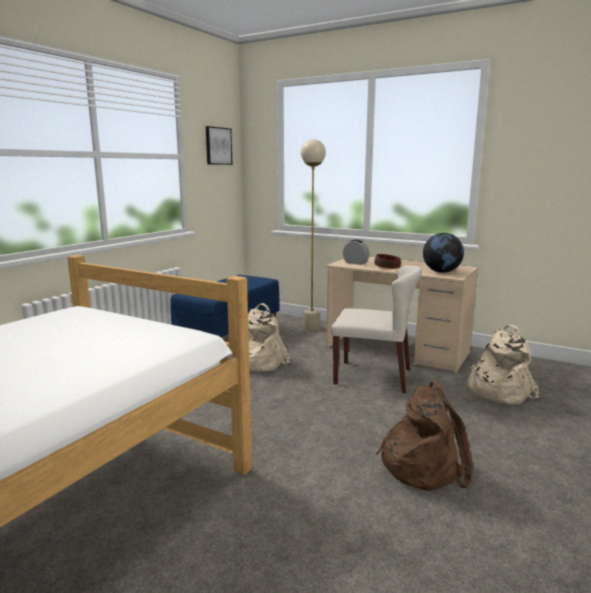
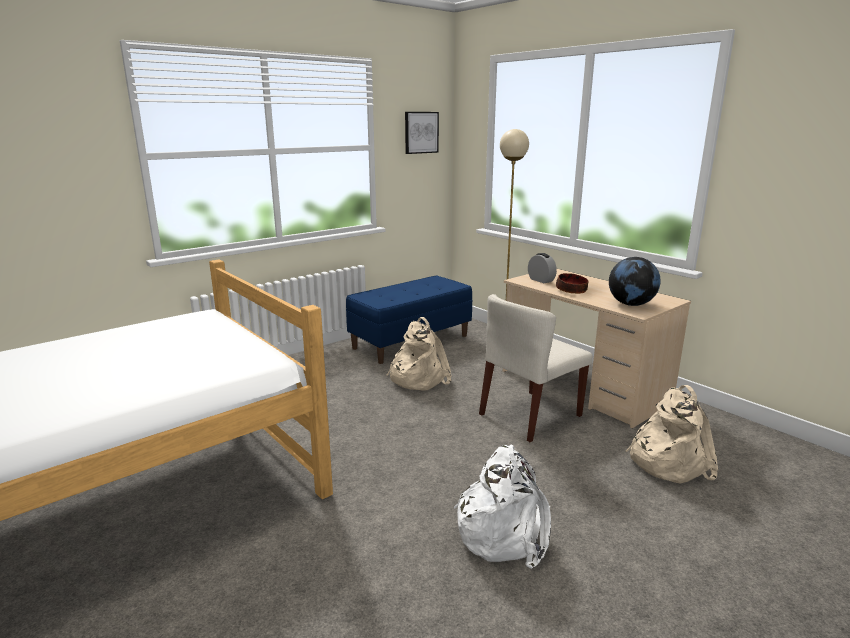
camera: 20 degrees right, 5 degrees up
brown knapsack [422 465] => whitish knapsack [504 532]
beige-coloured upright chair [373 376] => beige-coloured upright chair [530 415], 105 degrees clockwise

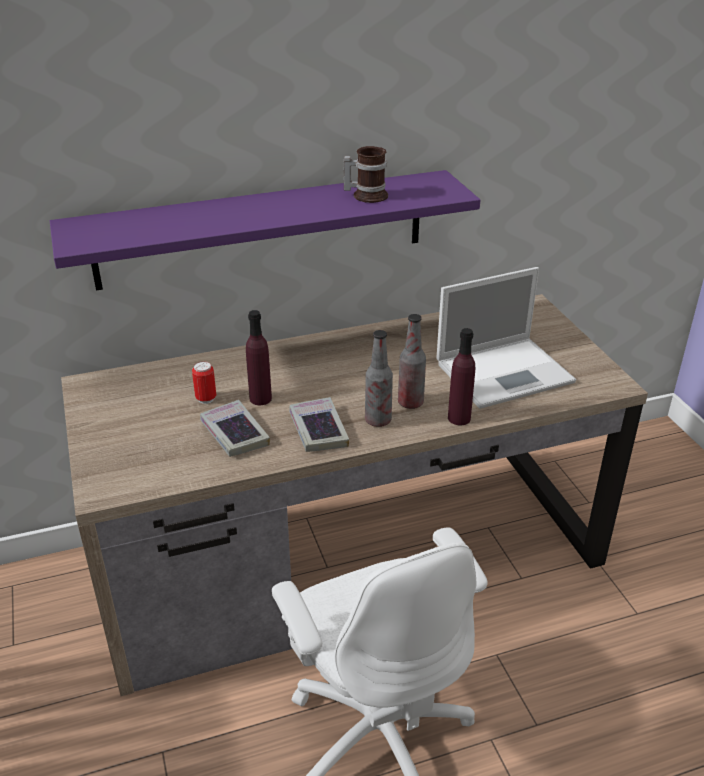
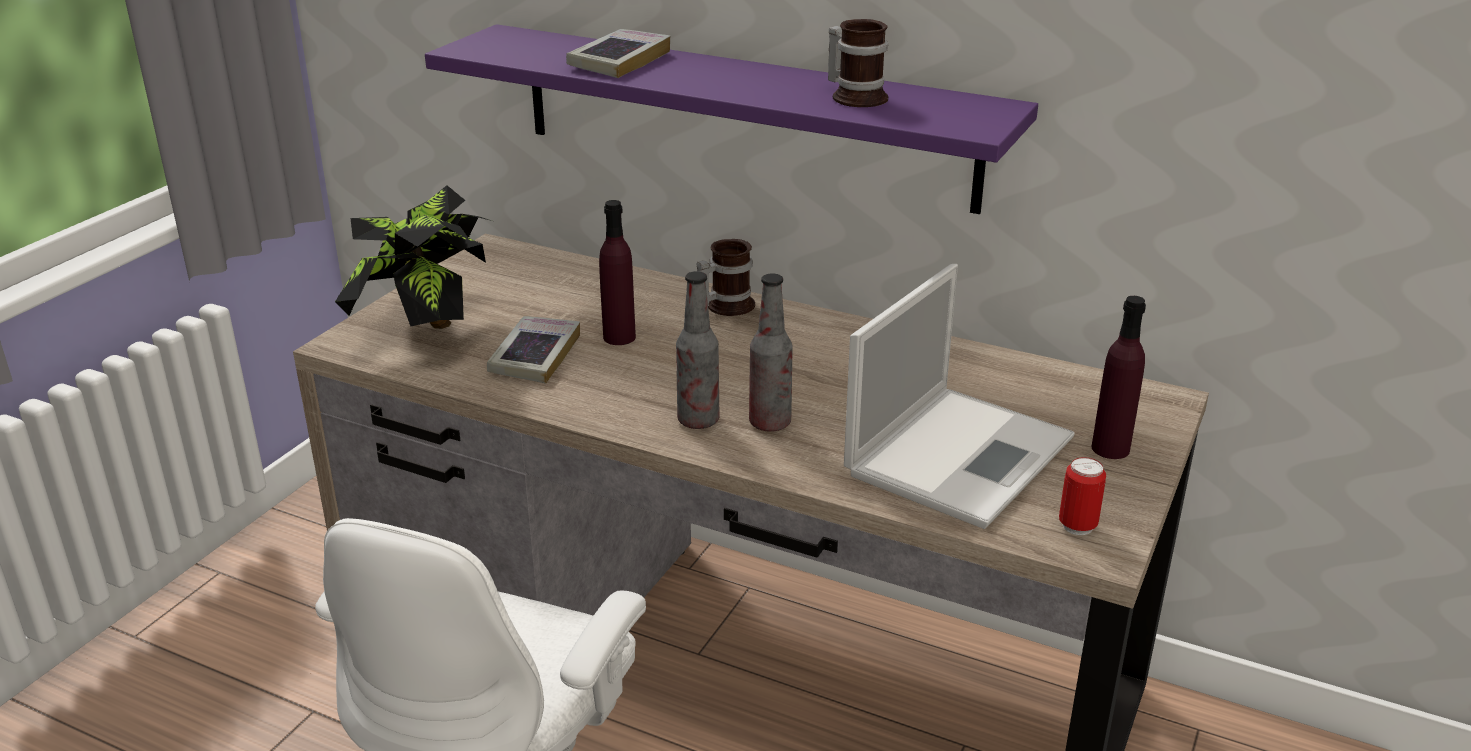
camera: 45 degrees right, 5 degrees down
nothing => potted plant [429 334]
book [318 430] => book [619 61], shifted
nothing => coffee mug [725 305]
laptop [506 372] => laptop [961 453], 75 degrees counterclockwise
sealed can [206 399] => sealed can [1077 526], shifted
purplish beverage bottle [459 418] => purplish beverage bottle [1110 448], shifted

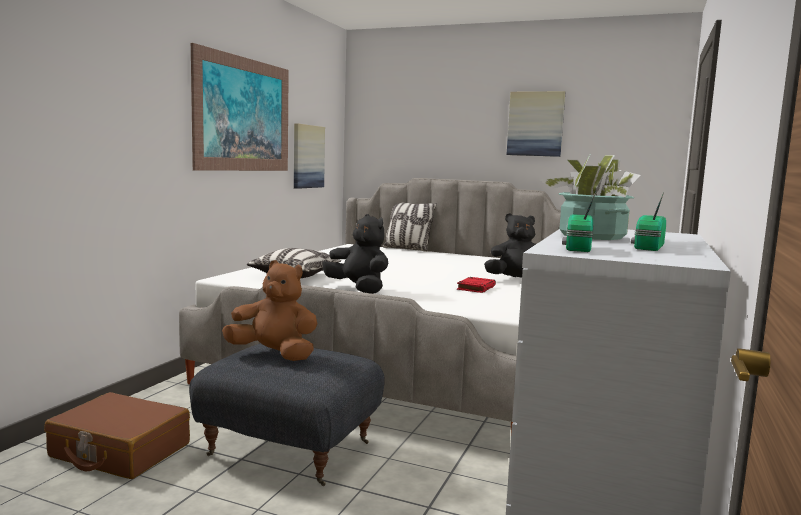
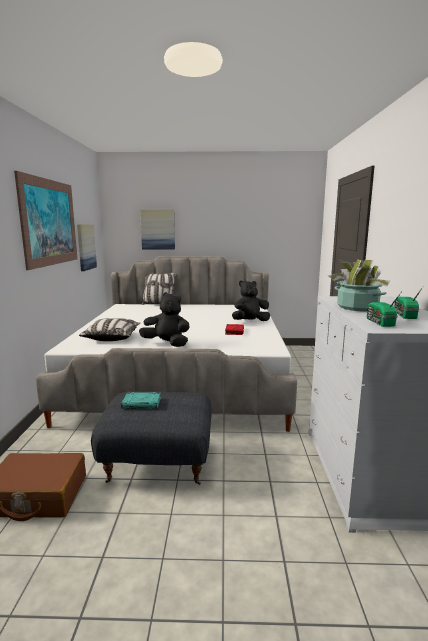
camera: 20 degrees left, 5 degrees up
brown cuddly toy [274 355] => turquoise-coloured book [142 403]
wall picture [535 124] => wall picture [158 229], shifted

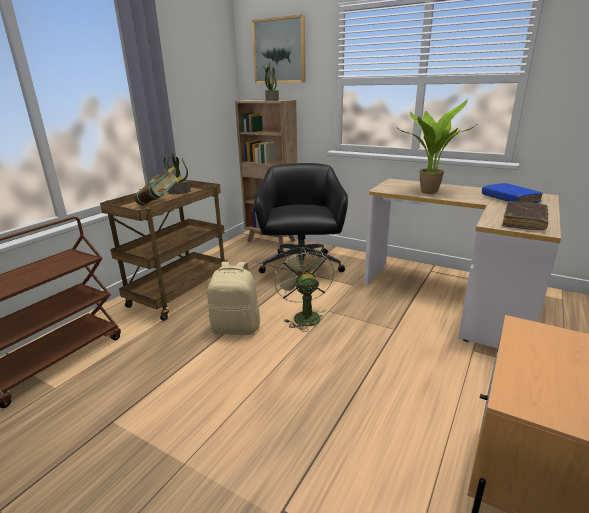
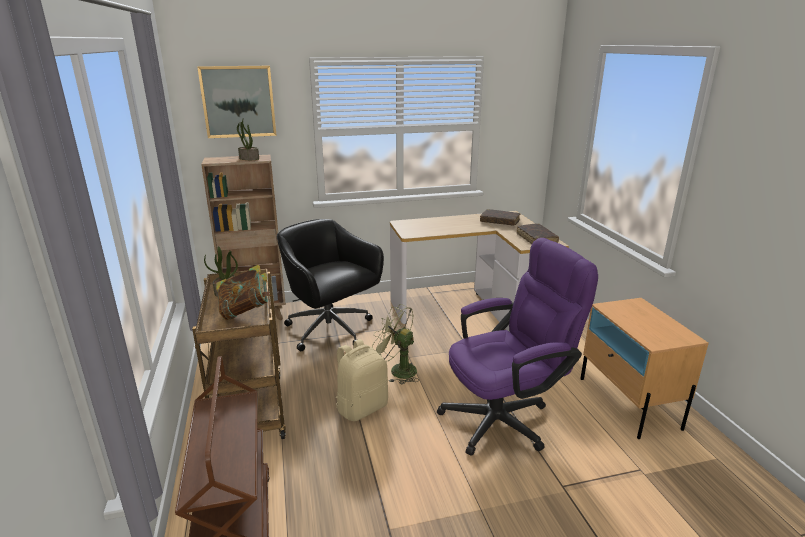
camera: 45 degrees left, 0 degrees up
nothing => purplish office chair [505 418]
bluish book [509 199] => brown book [499 221]
potted plant [428 191] => nothing

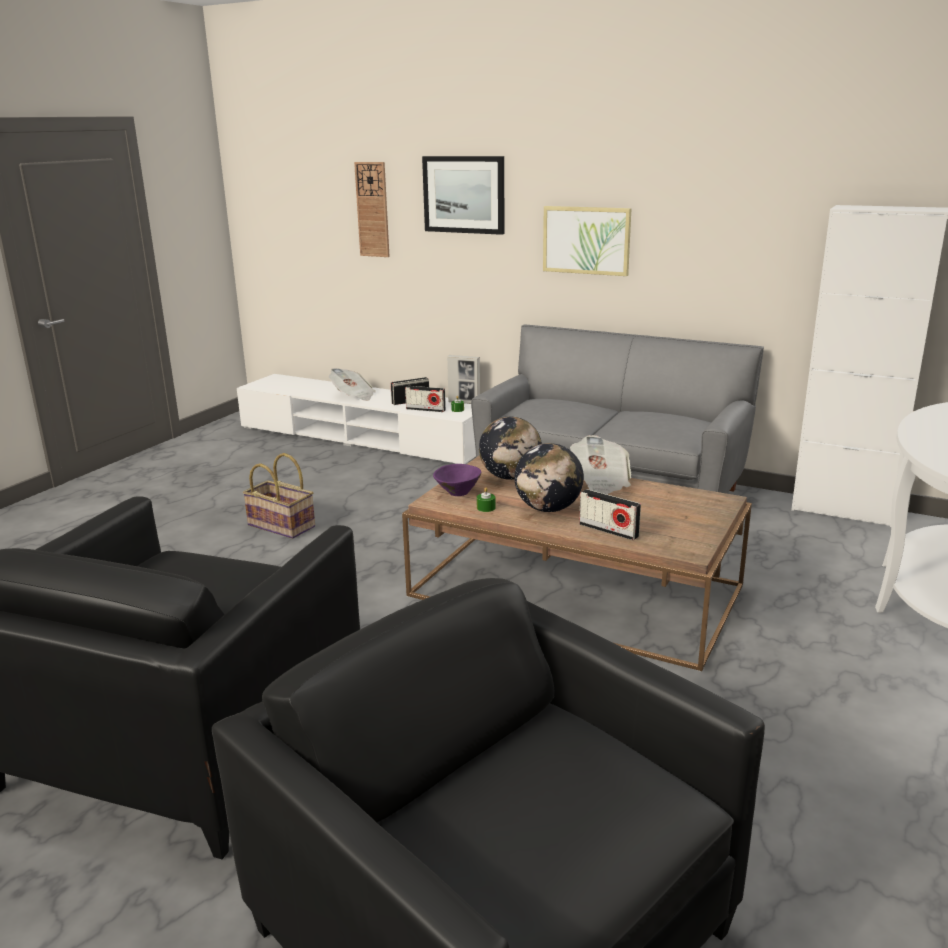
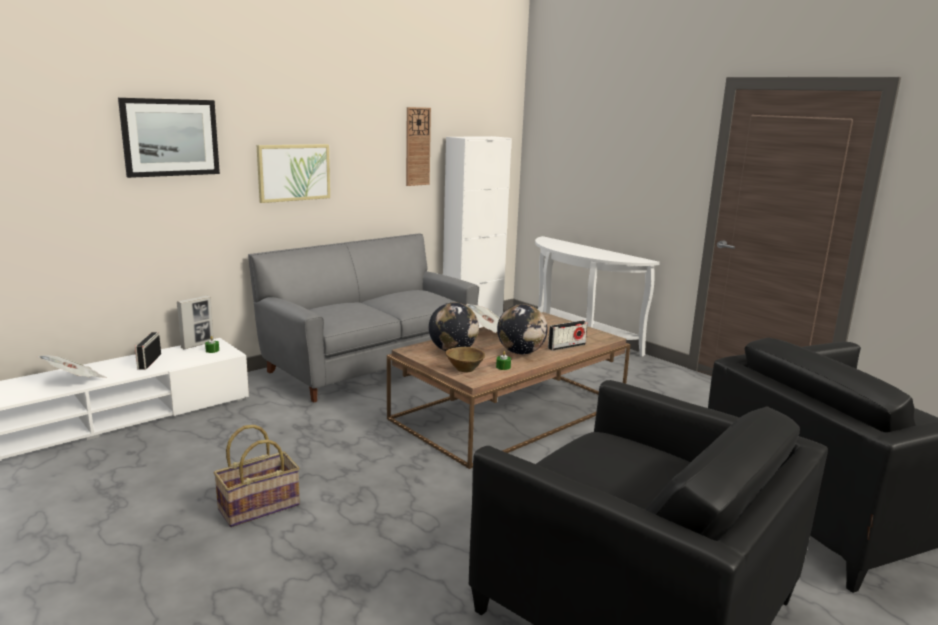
camera: 70 degrees left, 5 degrees down
clock on the wall [372 209] => clock on the wall [417 146], shifted
purplish serving bowl [458 492] => brown serving bowl [464 369]
radio set [425 409] => nothing

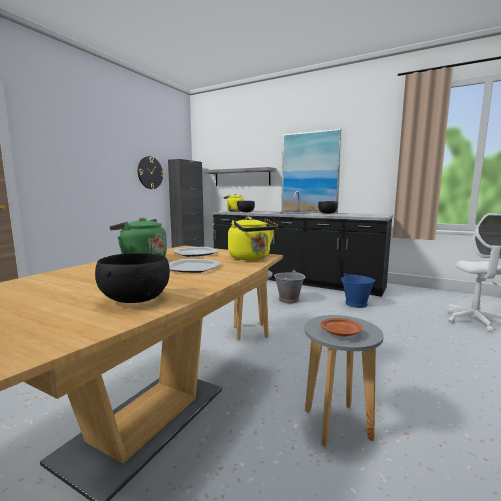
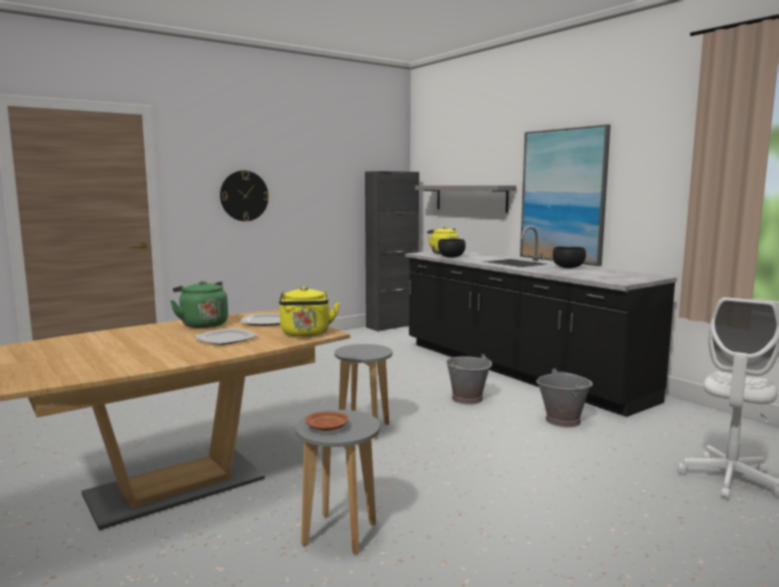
camera: 25 degrees right, 0 degrees up
clock on the wall [150 172] => clock on the wall [244 196], shifted
bluish water bucket [356 304] => gray water bucket [563 420]
black-coloured serving bowl [134 299] => nothing

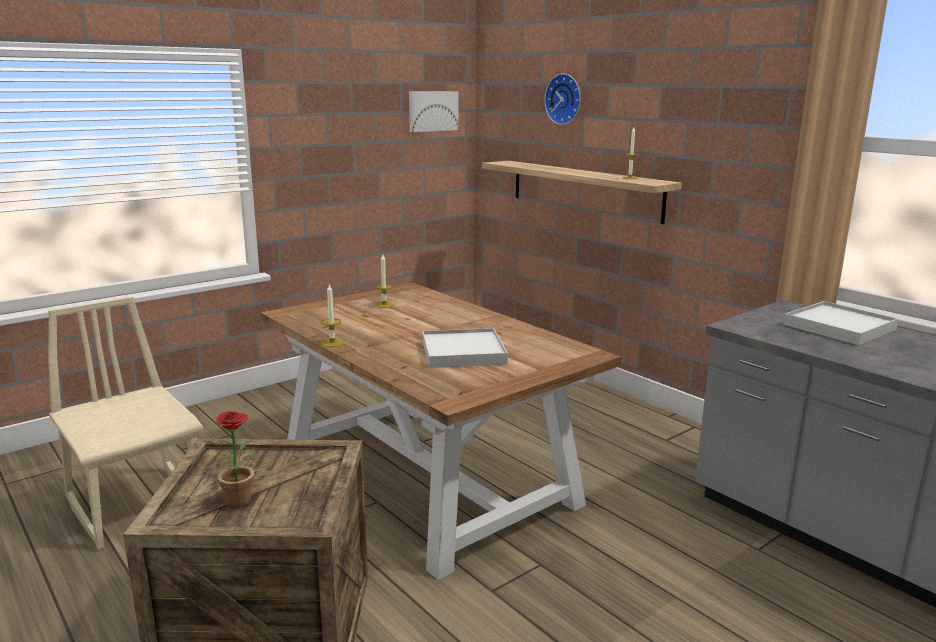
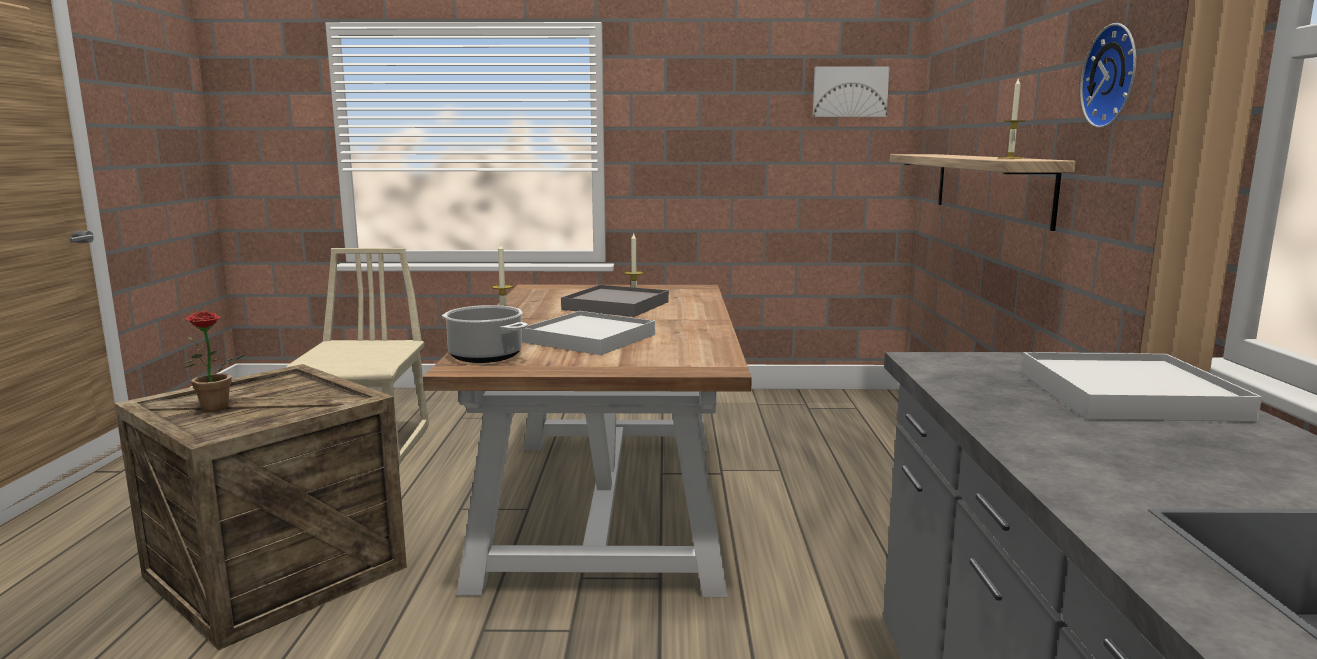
camera: 40 degrees right, 5 degrees down
nothing => stockpot [486 356]
nothing => gray carrying tray [616 306]
clock on the wall [565 99] => clock on the wall [1115 76], shifted

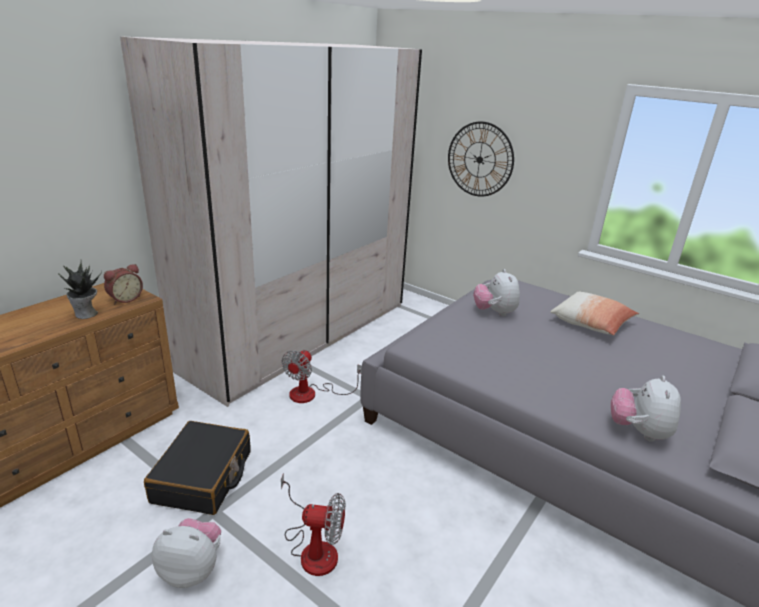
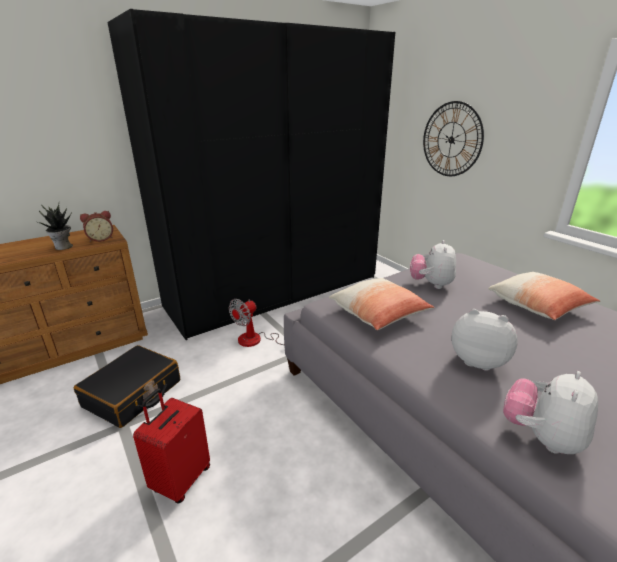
camera: 20 degrees right, 0 degrees up
beige-coloured armoire [300 334] => black-coloured armoire [275 290]
electric fan [313 548] => red piece of luggage [180 479]
nothing => throw pillow [379 314]
cuddly toy [192 569] => cuddly toy [478 360], shifted

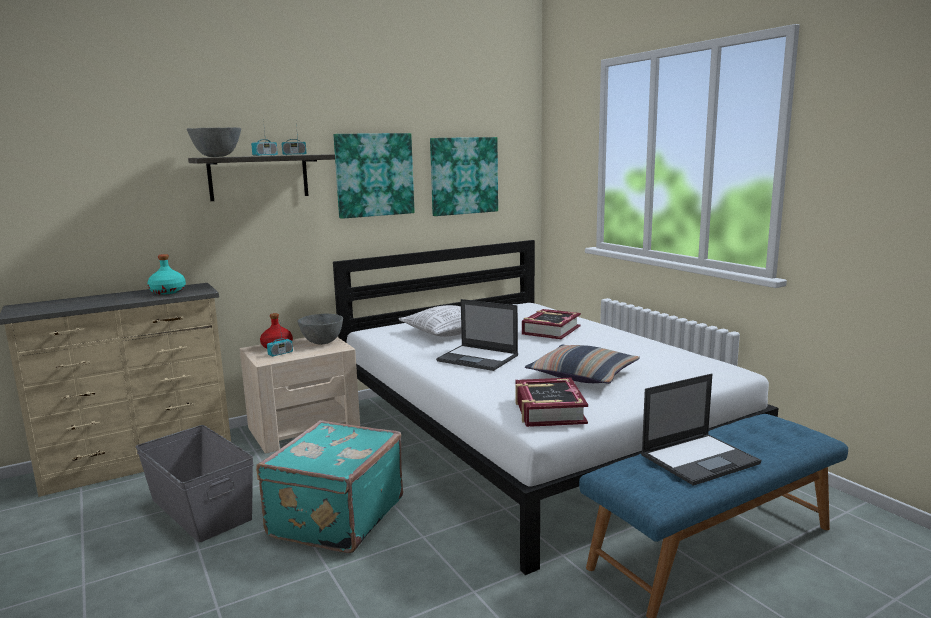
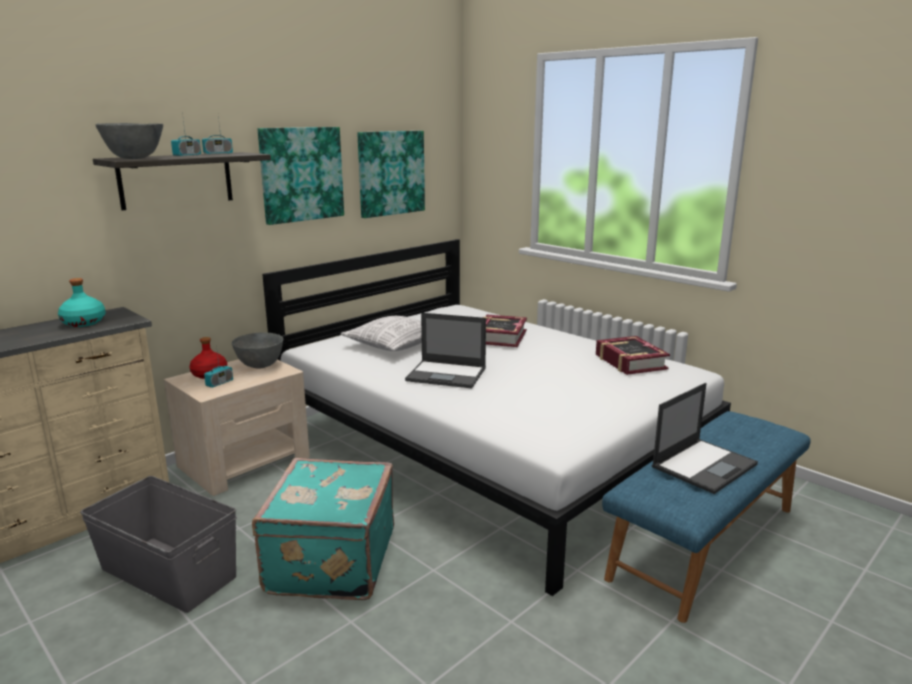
camera: 15 degrees left, 5 degrees up
book [548 410] => book [630 362], shifted
throw pillow [583 375] => nothing

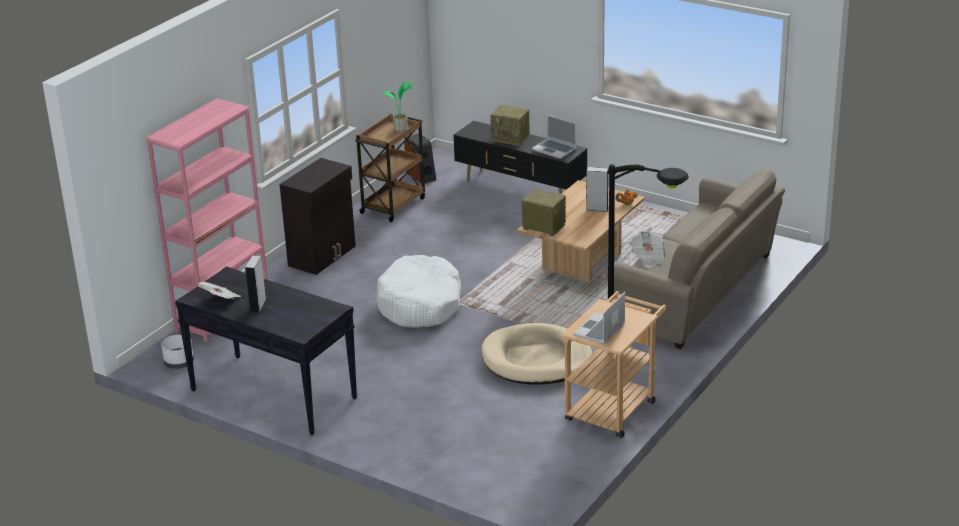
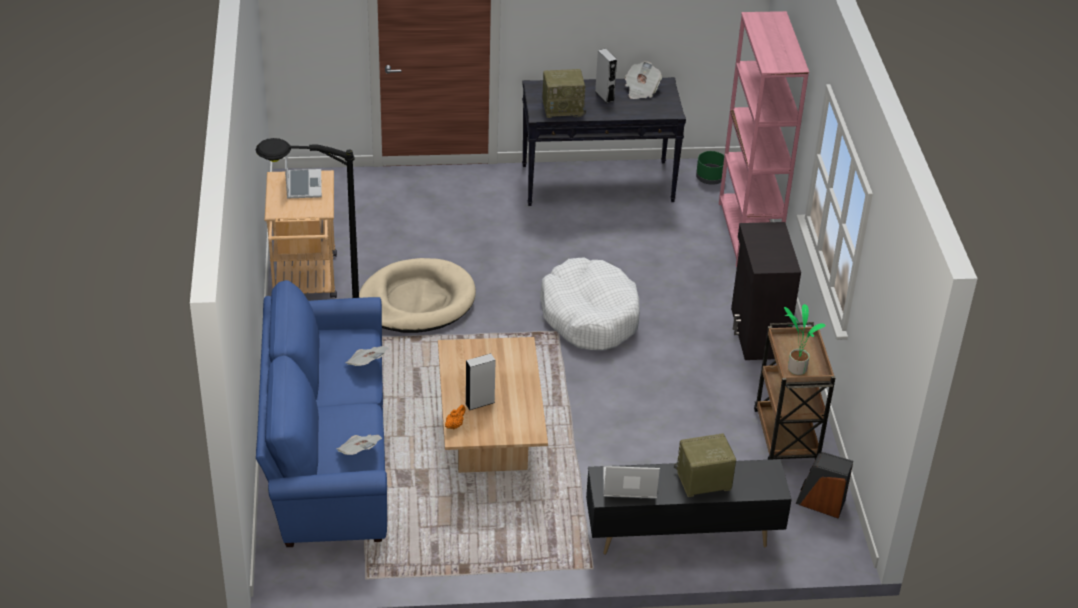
camera: 140 degrees right, 10 degrees up
beige-coloured settee [698 292] => bluish settee [327 451]
nothing => newspaper [359 452]
radio set [543 227] => radio set [563 108], shifted
whitish plant pot [178 363] => greenish plant pot [710 178]

